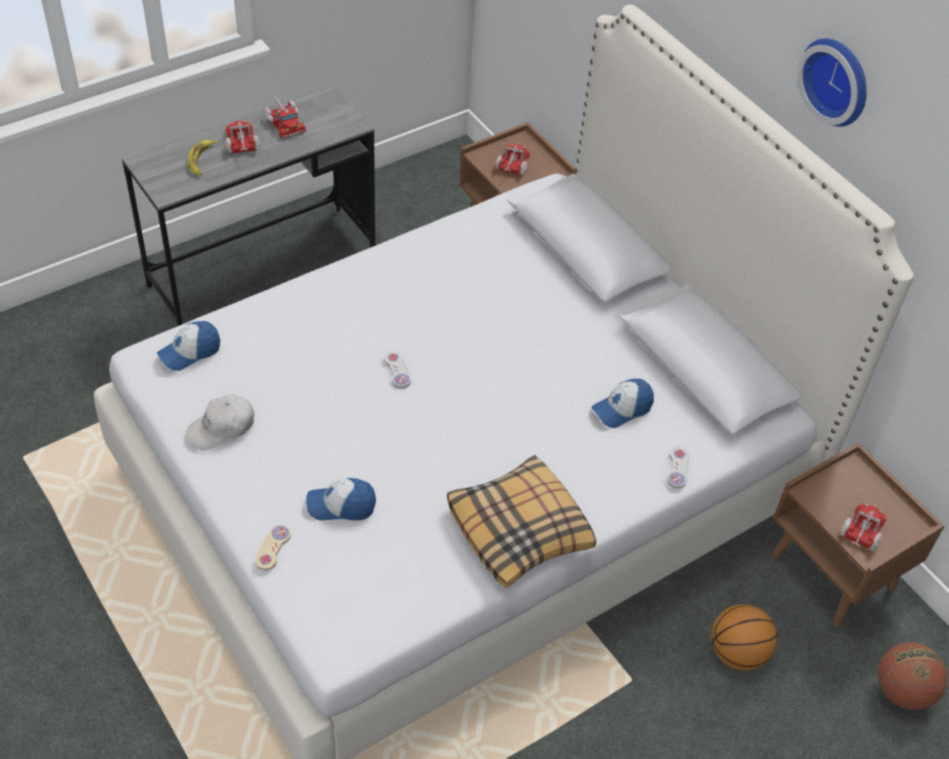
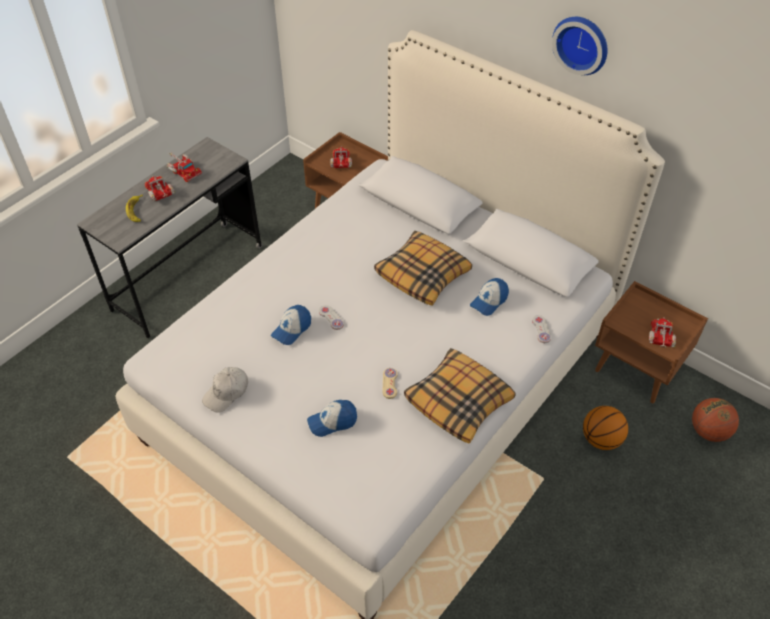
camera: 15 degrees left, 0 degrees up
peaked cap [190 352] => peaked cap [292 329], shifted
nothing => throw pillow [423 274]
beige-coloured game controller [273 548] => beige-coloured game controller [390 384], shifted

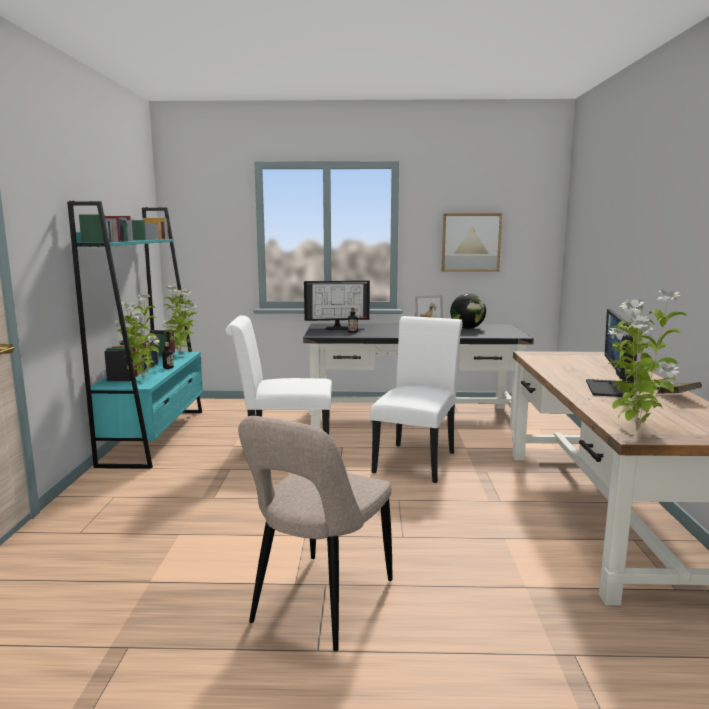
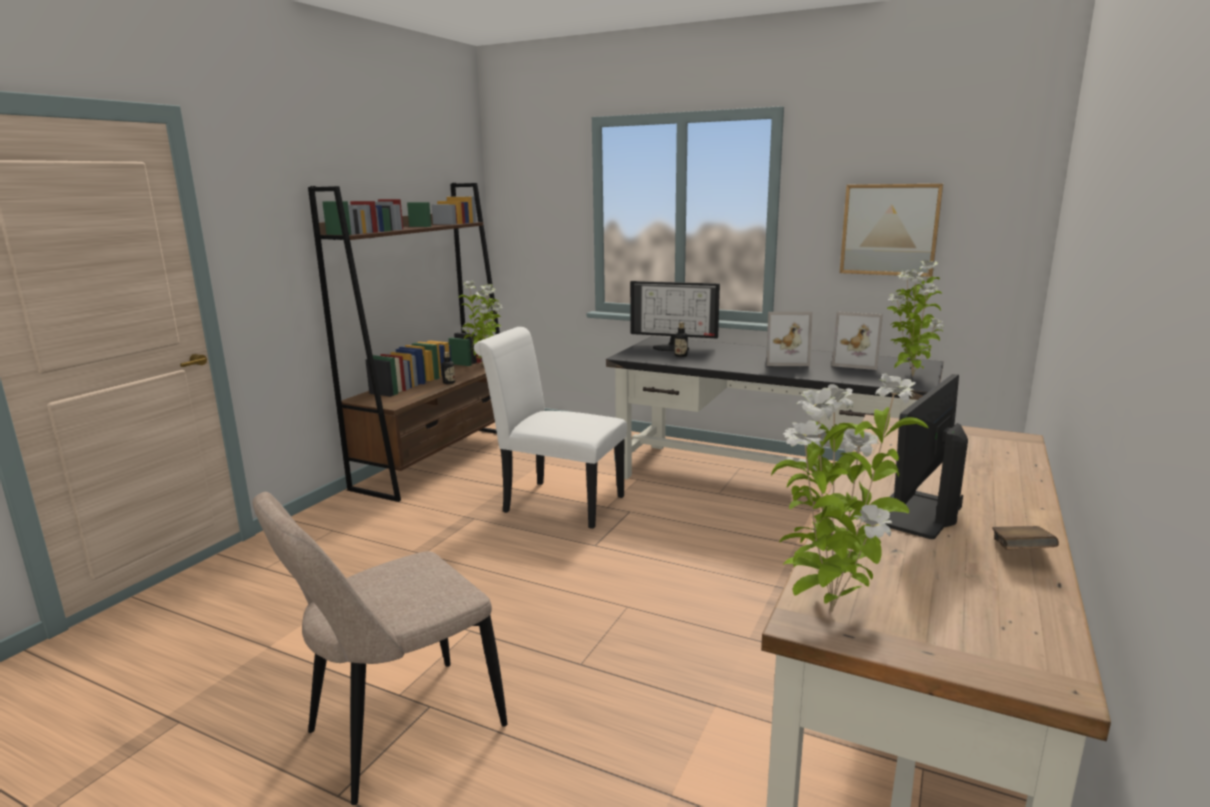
camera: 25 degrees right, 5 degrees up
turquoise-coloured bookshelf [155 436] => brown bookshelf [439 460]
desk globe [467 328] => standing frame [856 363]
potted plant [141 380] => potted plant [910 376], shifted
whitish upright chair [417 460] => nothing

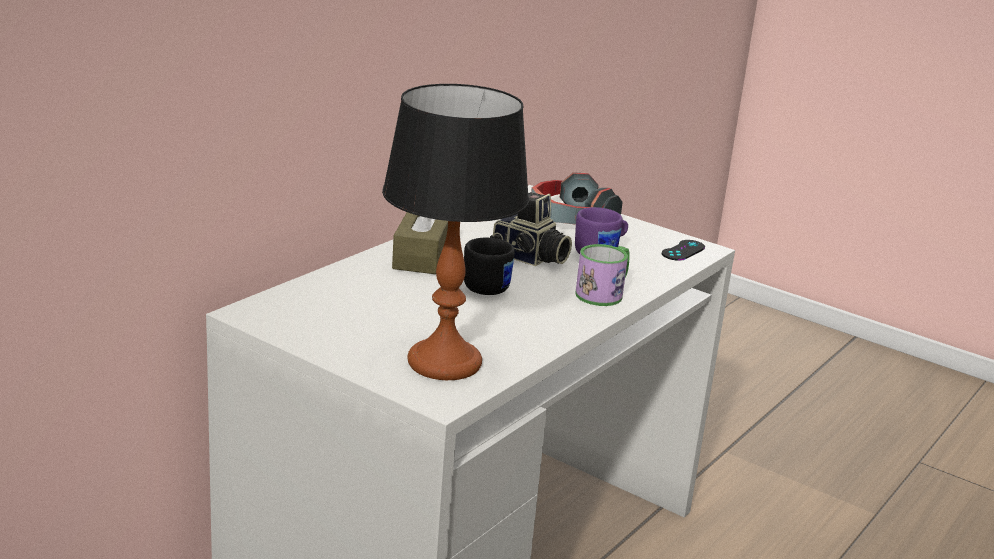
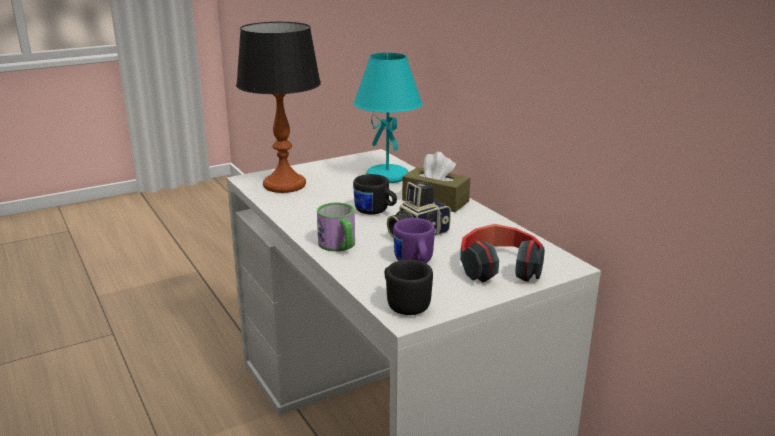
camera: 115 degrees right, 0 degrees up
nothing => turquoise-coloured tabletop lamp [388 176]
black-coloured game controller [683 250] => black-coloured coffee mug [404 304]

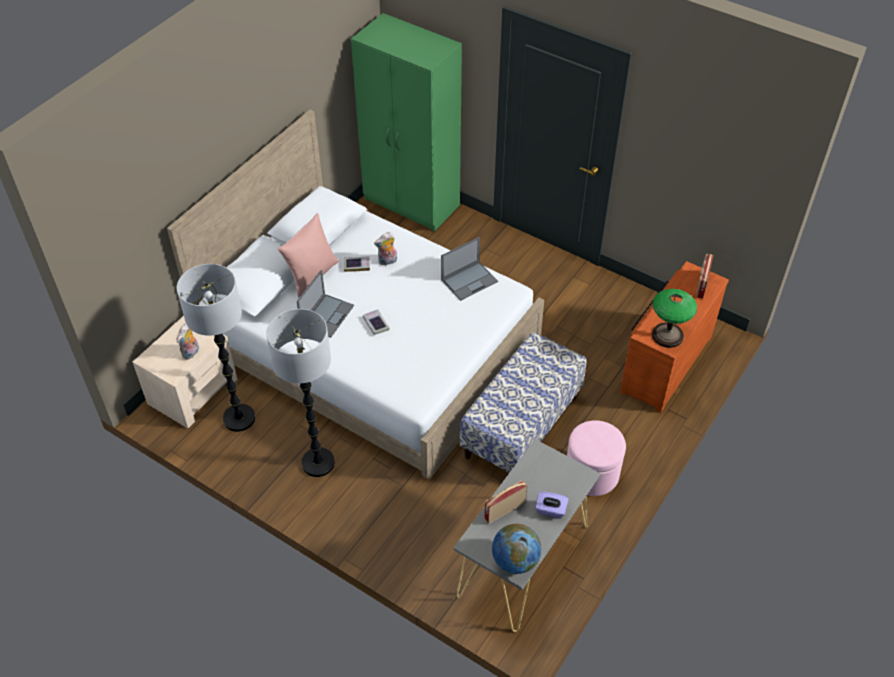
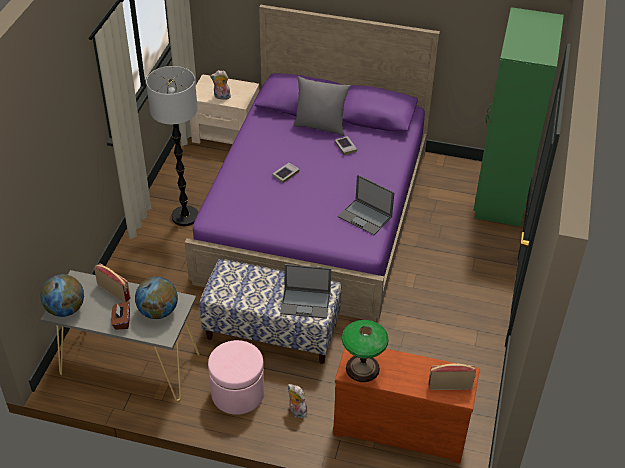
camera: 70 degrees right, 5 degrees down
purplish tissue box [550 510] => brown tissue box [122 321]
nothing => desk globe [158 311]
whitish sleeping bed [371 346] => purplish sleeping bed [316 214]
laptop [327 315] => laptop [306 303], shifted
cuddly toy [387 261] => cuddly toy [296 411], shifted
pinkish throw pillow [311 276] => gray throw pillow [320 126]
standing lamp [239 418] => nothing

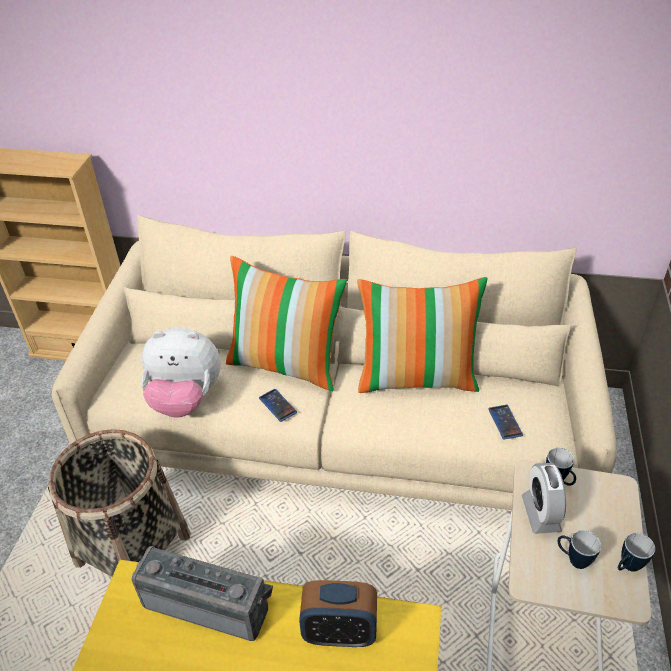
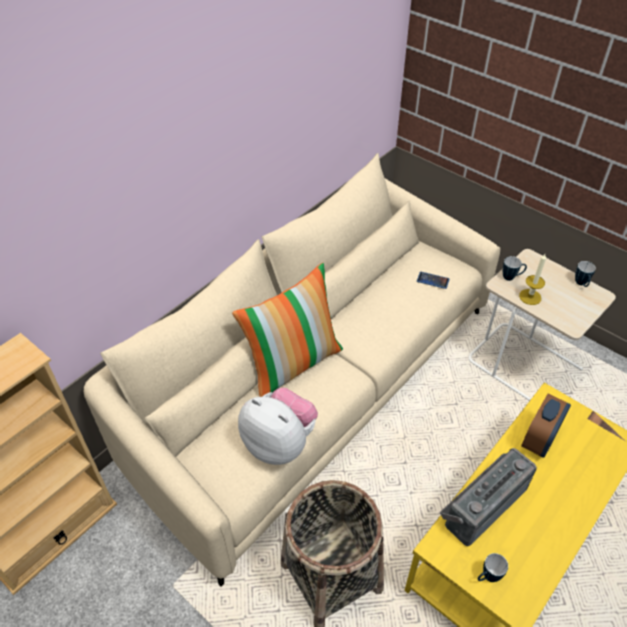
camera: 60 degrees left, 5 degrees up
cuddly toy [185 399] => cuddly toy [280 443], 90 degrees counterclockwise
coffee mug [573 559] => coffee mug [487 578], shifted
table clock [541 513] => wax light [530 297]
phone [277 405] => nothing
throw pillow [417 378] => nothing

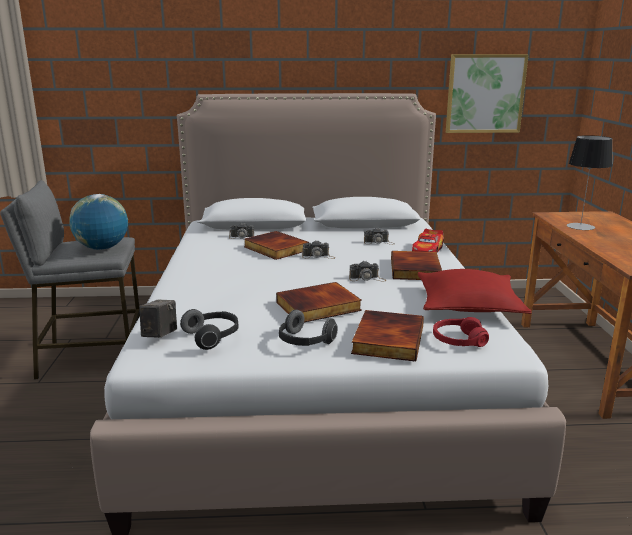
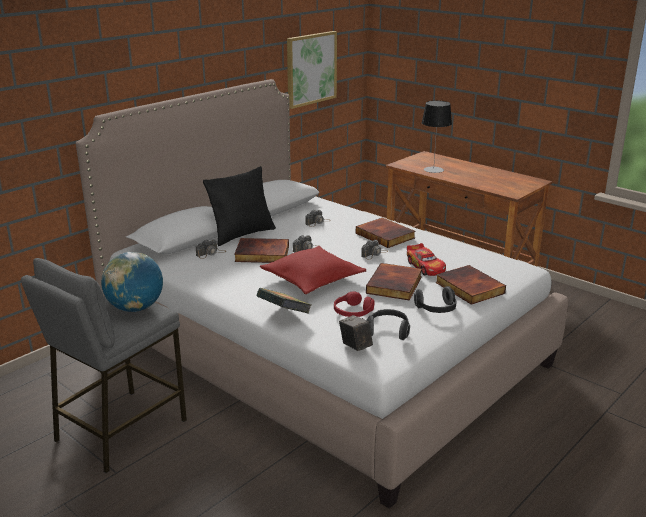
camera: 45 degrees left, 5 degrees up
nothing => black-coloured throw pillow [242 234]
nothing => book [284 315]
red throw pillow [468 305] => red throw pillow [312 279], shifted
red headphones [458 340] => red headphones [352 311], shifted
toy car [428 250] => toy car [425 267], shifted

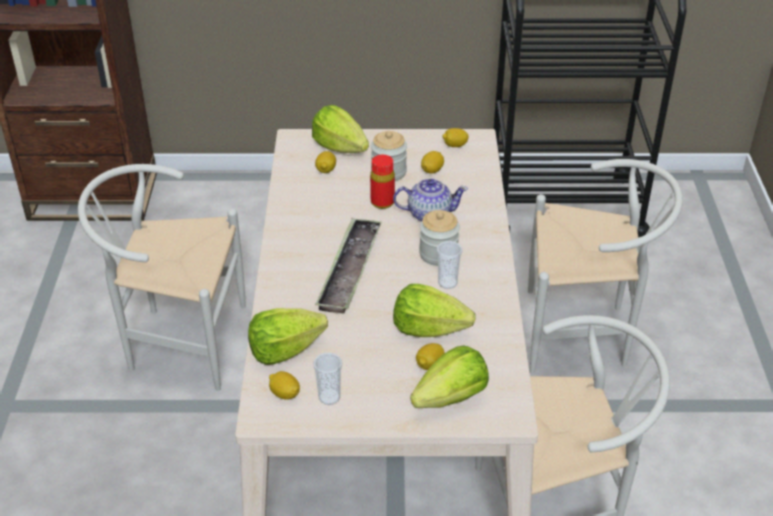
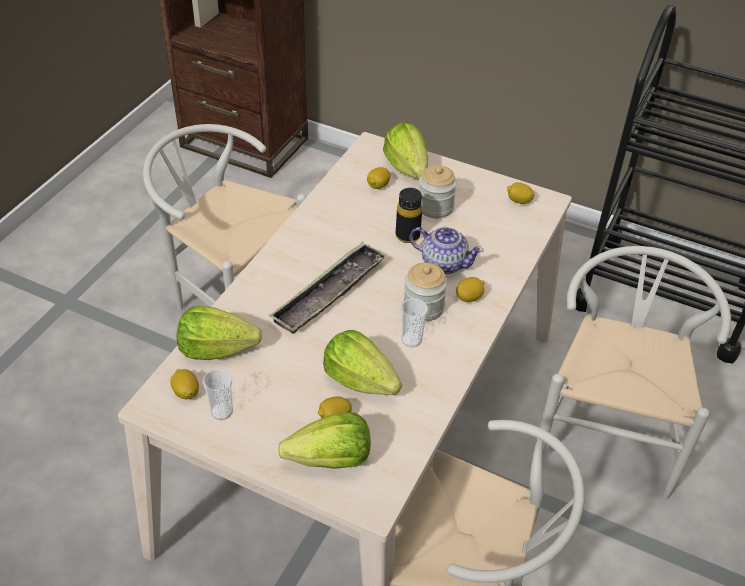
camera: 25 degrees right, 5 degrees up
red beverage bottle [382 202] => black-coloured beverage bottle [407 236]
citrus fruit [432 170] => citrus fruit [469 297], shifted
whitish upright chair [585 333] => whitish upright chair [606 434], 105 degrees counterclockwise

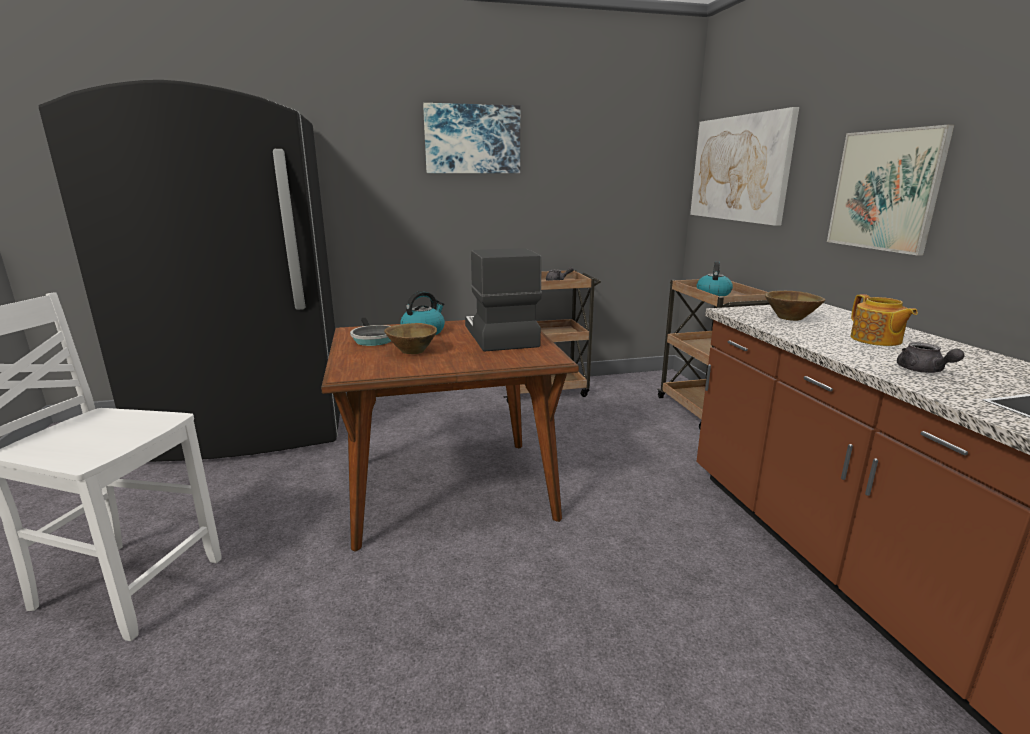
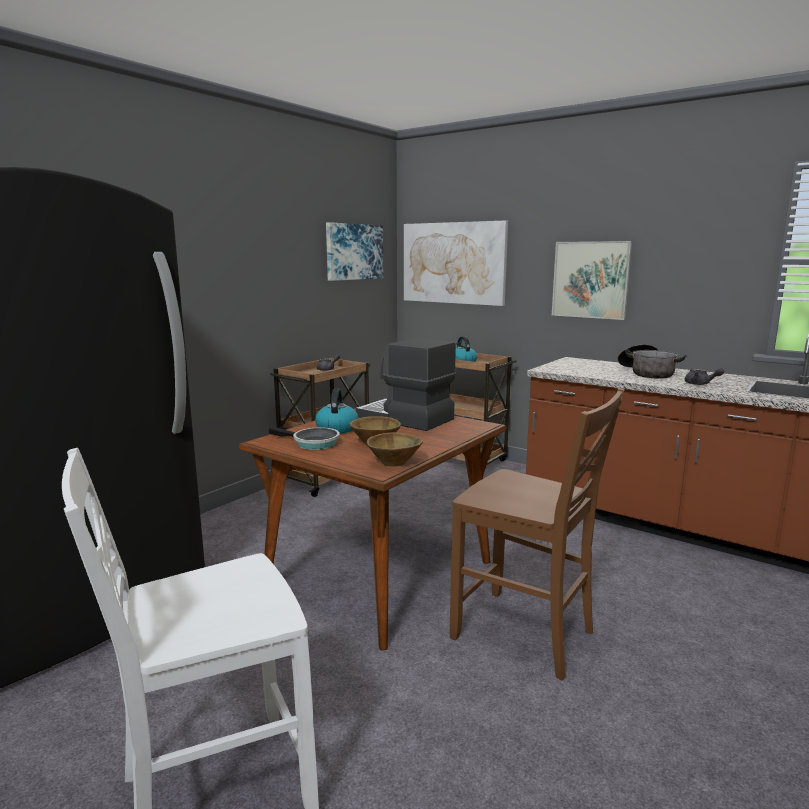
camera: 40 degrees left, 5 degrees down
wall picture [472 139] => wall picture [354 252], shifted
brown serving bowl [790 318] => brown serving bowl [394 463], shifted
nothing => brown upright chair [526 635]
tea pot [876 340] => stockpot [647 373]

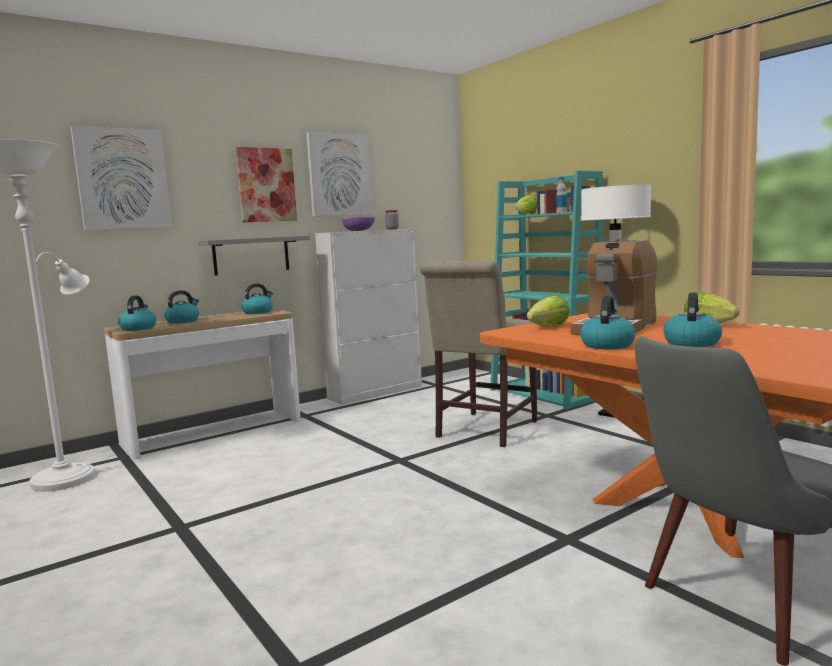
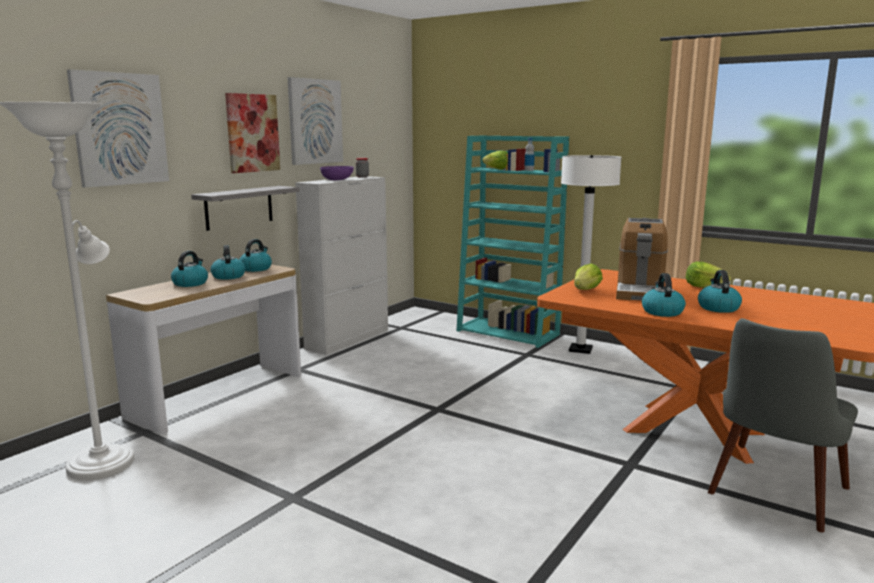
camera: 20 degrees left, 5 degrees up
kettle [138 328] => kettle [228 276], shifted
beige-coloured upright chair [483 430] => nothing

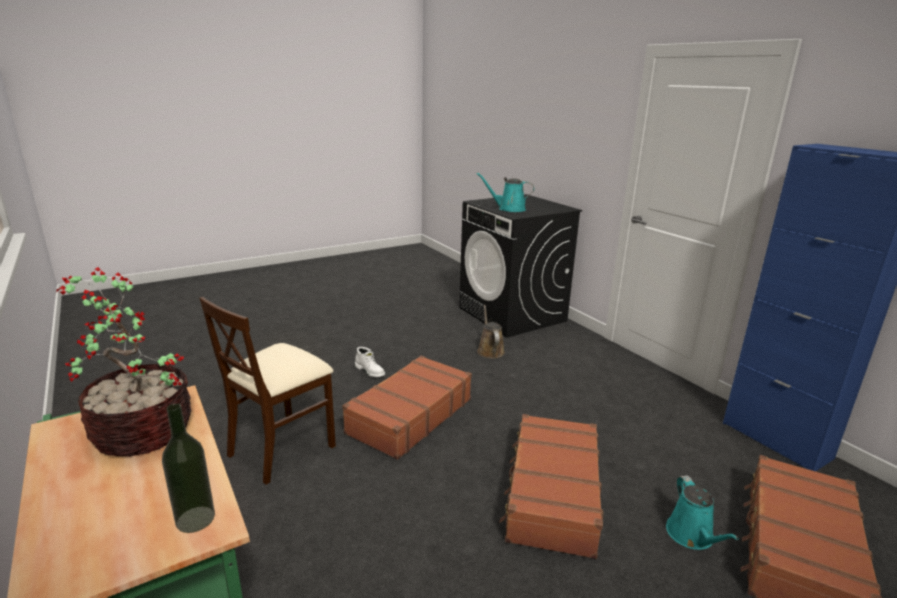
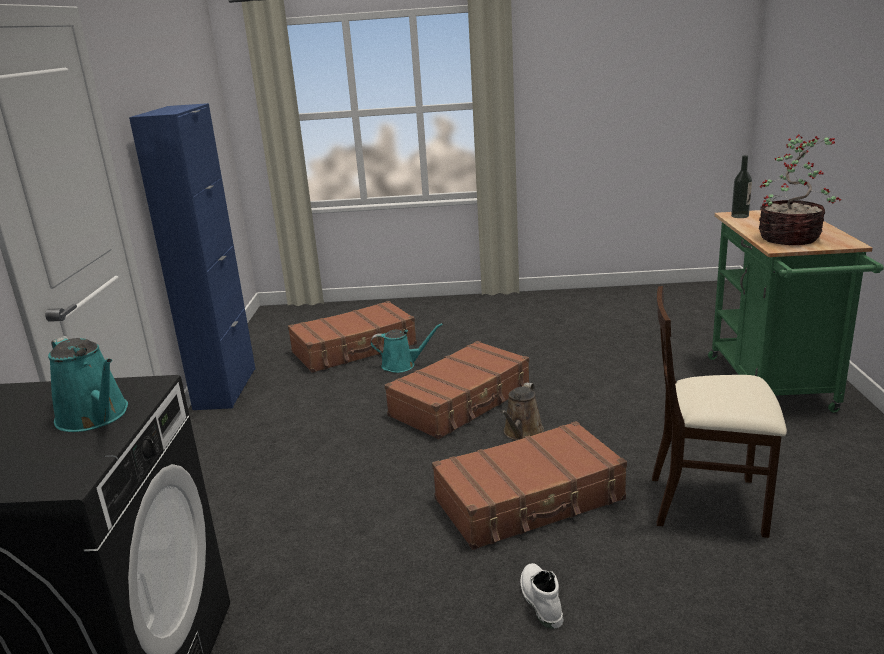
camera: 145 degrees left, 0 degrees up
turquoise-coloured sprinkling can [692 536] => turquoise-coloured sprinkling can [402 365], 60 degrees clockwise
brown sprinkling can [490 350] => brown sprinkling can [522 433], shifted
beige-coloured upright chair [282 448] => beige-coloured upright chair [708 503], 150 degrees counterclockwise

